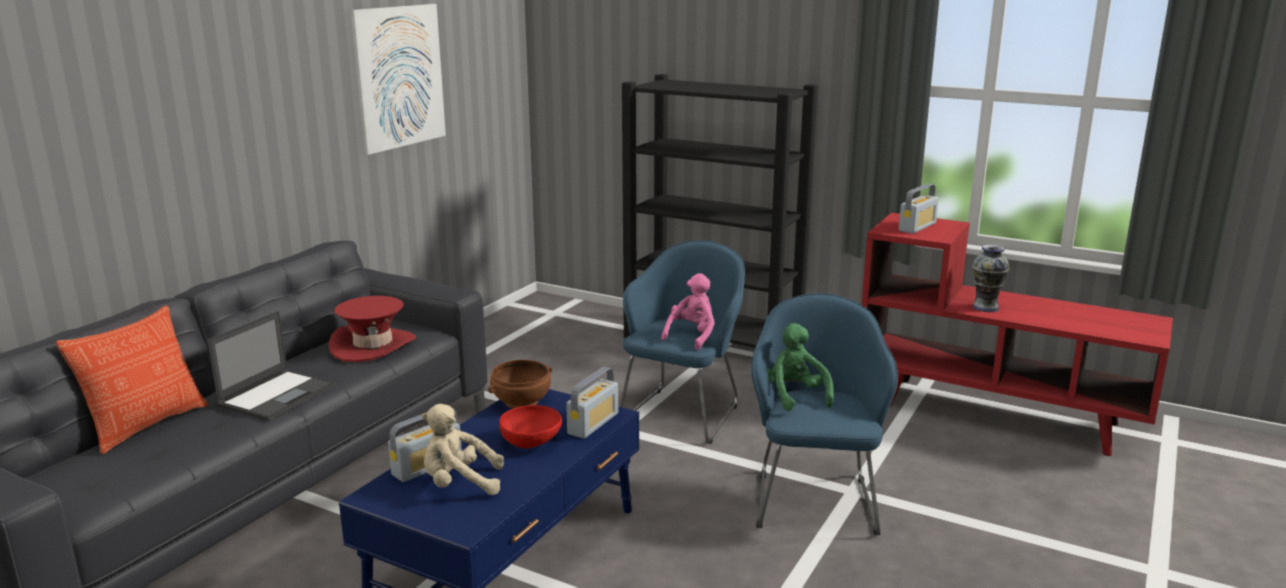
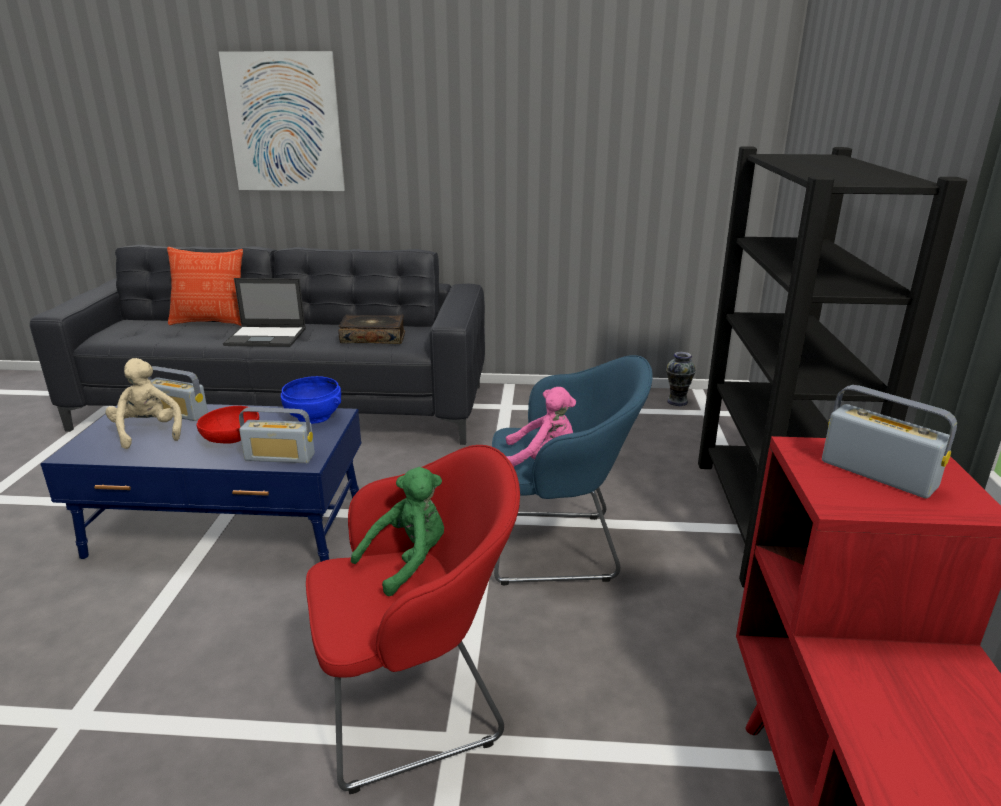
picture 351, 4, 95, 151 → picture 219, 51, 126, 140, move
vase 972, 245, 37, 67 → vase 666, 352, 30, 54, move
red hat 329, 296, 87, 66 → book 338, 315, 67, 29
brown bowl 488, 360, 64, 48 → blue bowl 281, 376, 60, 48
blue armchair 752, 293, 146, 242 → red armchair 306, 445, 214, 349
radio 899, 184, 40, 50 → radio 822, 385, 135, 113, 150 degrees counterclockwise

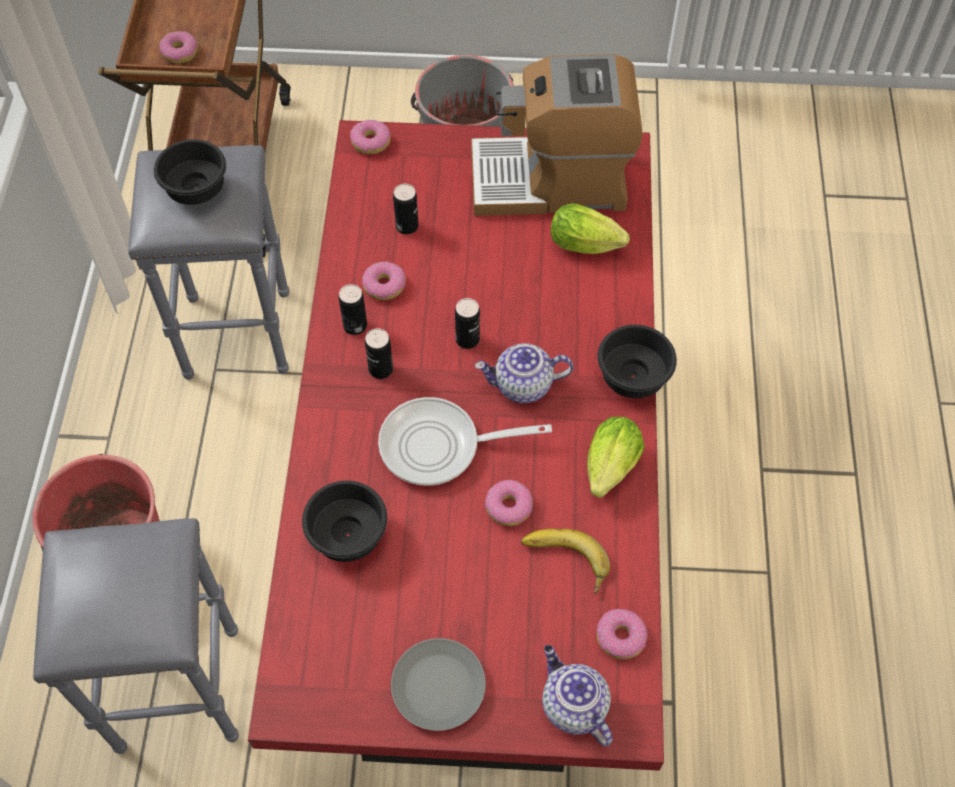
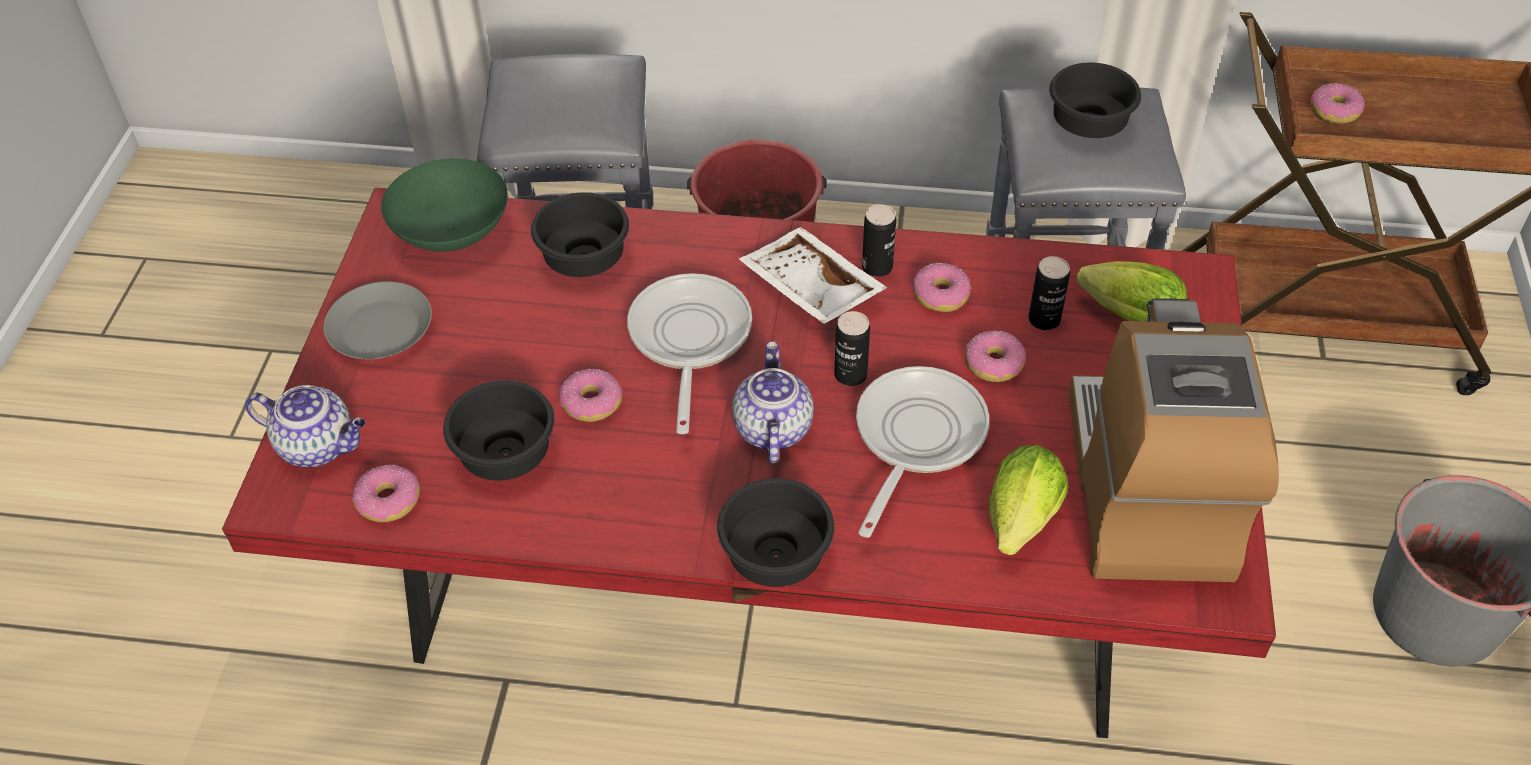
- → green bowl 381, 158, 127, 94
- → frying pan 856, 366, 133, 172
donut 350, 120, 41, 34 → donut 965, 331, 61, 51, move
lettuce 587, 417, 58, 81 → lettuce 1076, 261, 111, 60, move
can 365, 328, 28, 51 → white tray 739, 227, 149, 97
banana 521, 528, 89, 66 → black bowl 443, 380, 111, 101
teapot 542, 645, 71, 101 → teapot 245, 385, 121, 82, 45 degrees clockwise

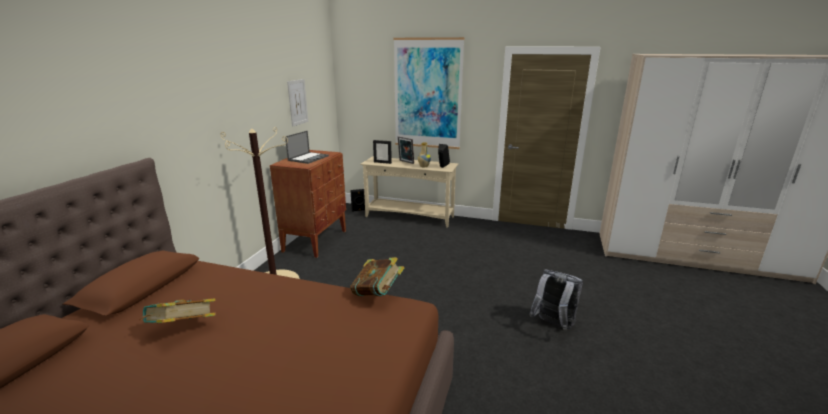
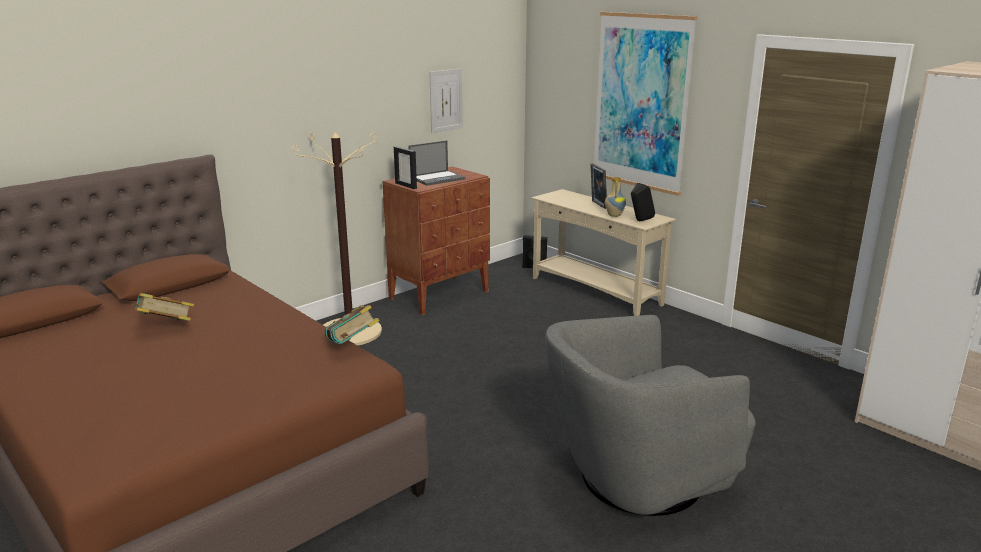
picture frame 373, 140, 19, 24 → picture frame 394, 146, 23, 43, move
grey backpack 529, 269, 54, 61 → grey armchair 545, 315, 211, 201

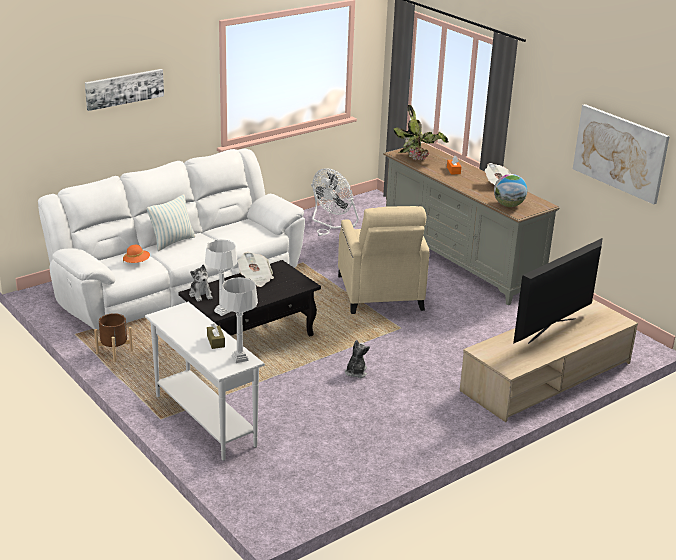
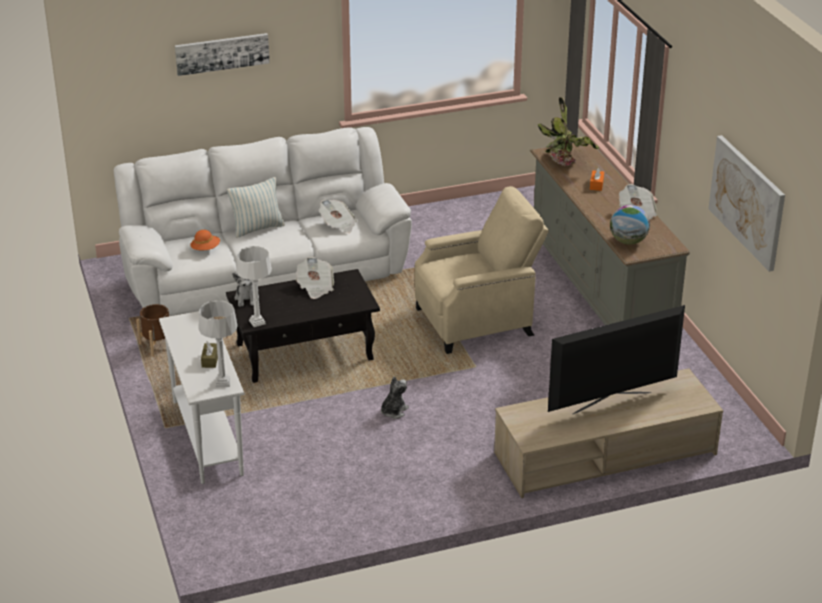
white fan 311, 168, 48, 68 → -
- → newspaper 319, 199, 38, 34
beige armchair 338, 206, 92, 108 → beige armchair 415, 186, 134, 168, 120 degrees counterclockwise

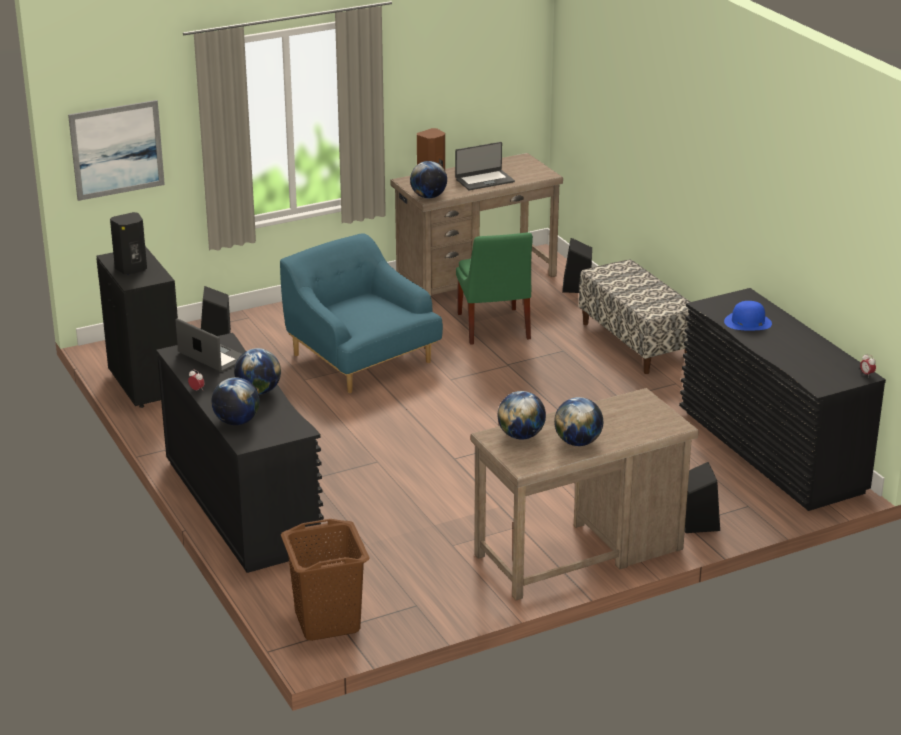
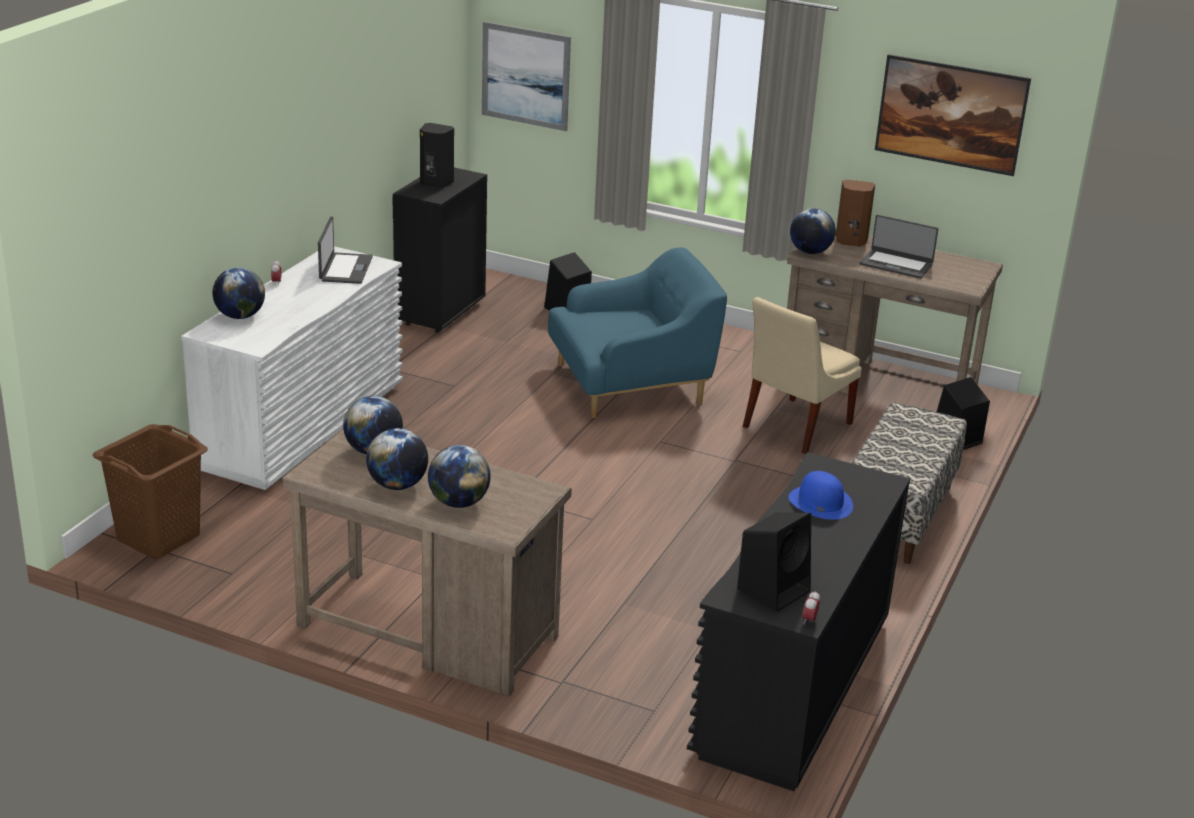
- → picture 875, 54, 156, 122
globe 234, 348, 47, 47 → globe 428, 445, 63, 63, move
black speaker 685, 462, 35, 71 → black speaker 737, 512, 74, 100, move
black dresser 156, 333, 168, 240 → white dresser 181, 246, 222, 244
green chair 456, 232, 77, 113 → beige chair 743, 297, 119, 157
blue armchair 280, 233, 163, 160 → blue armchair 548, 247, 179, 171, 60 degrees clockwise

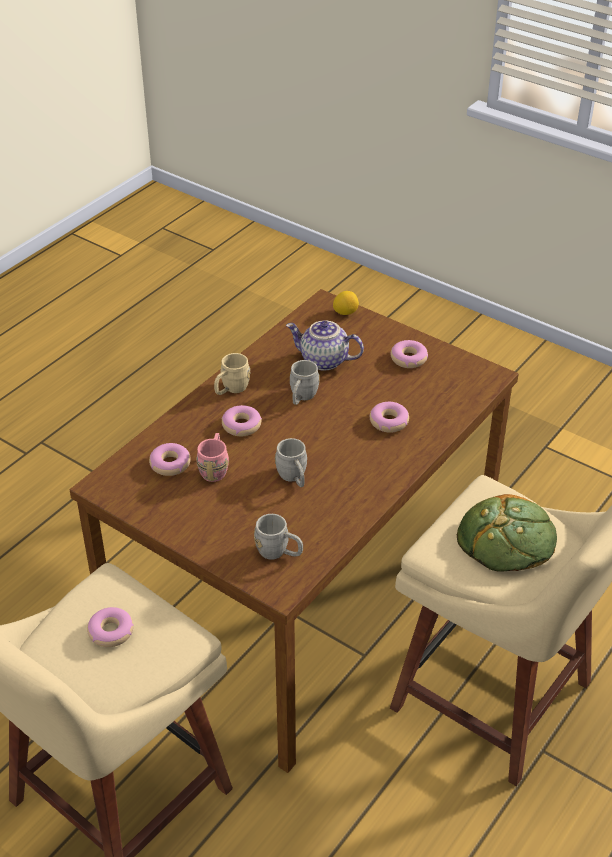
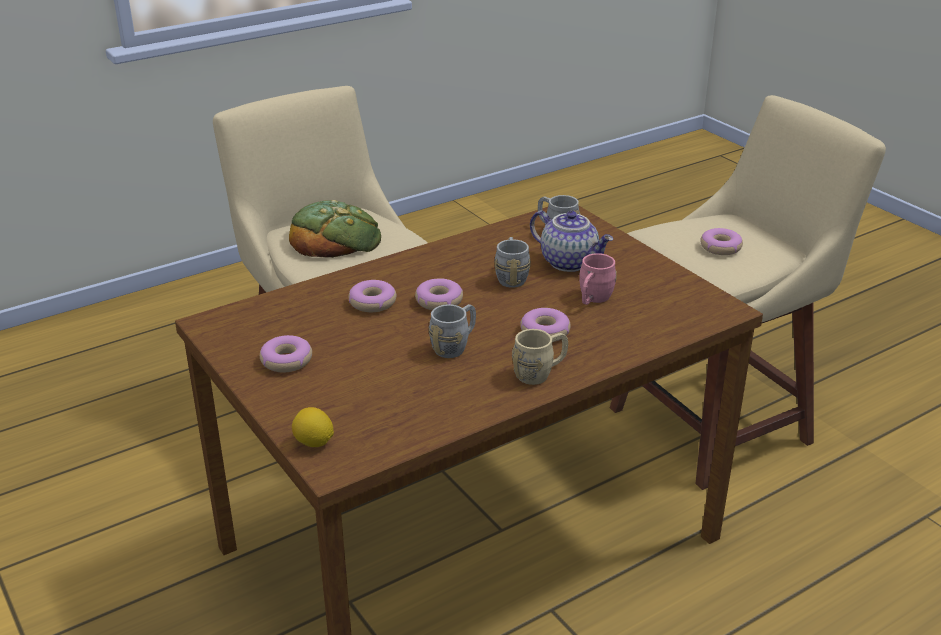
donut 149, 443, 42, 33 → donut 415, 278, 48, 32, move
teapot 286, 321, 78, 50 → teapot 530, 211, 83, 61, move

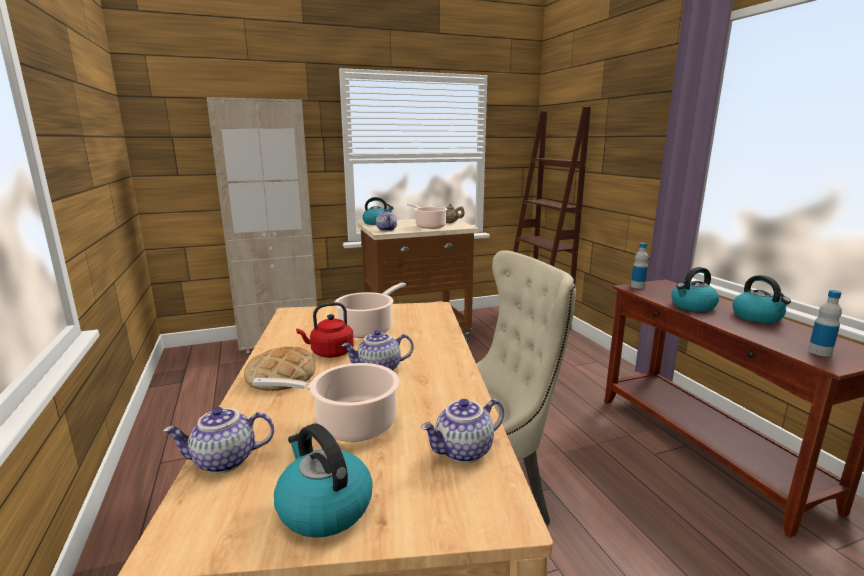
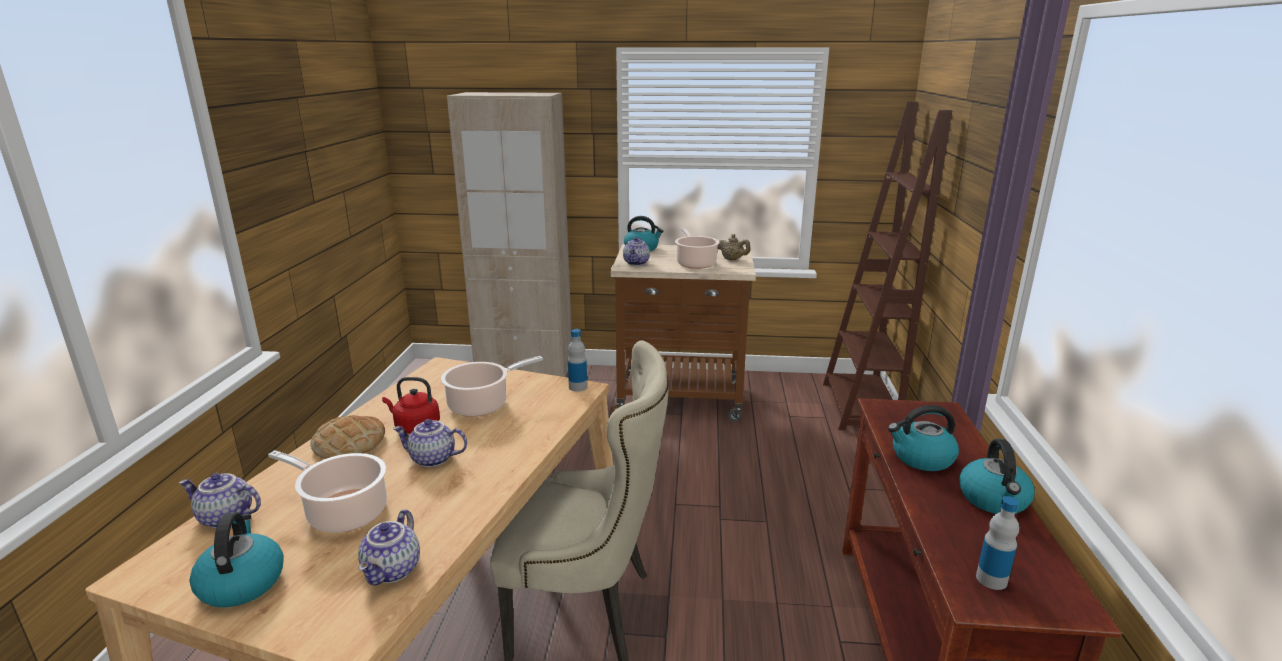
bottle 631, 243, 17, 46 → bottle 568, 329, 19, 63, move
teapot 421, 399, 83, 64 → teapot 358, 509, 62, 76, 75 degrees counterclockwise

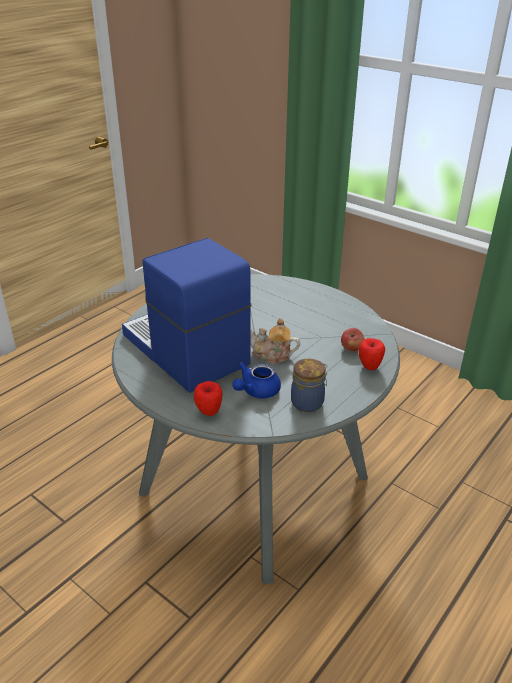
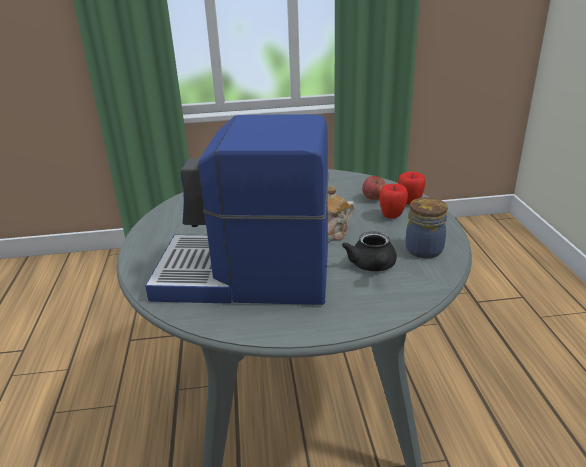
apple 194, 381, 29, 35 → apple 379, 184, 29, 35, move
blue teapot 232, 362, 49, 36 → black teapot 342, 231, 55, 40

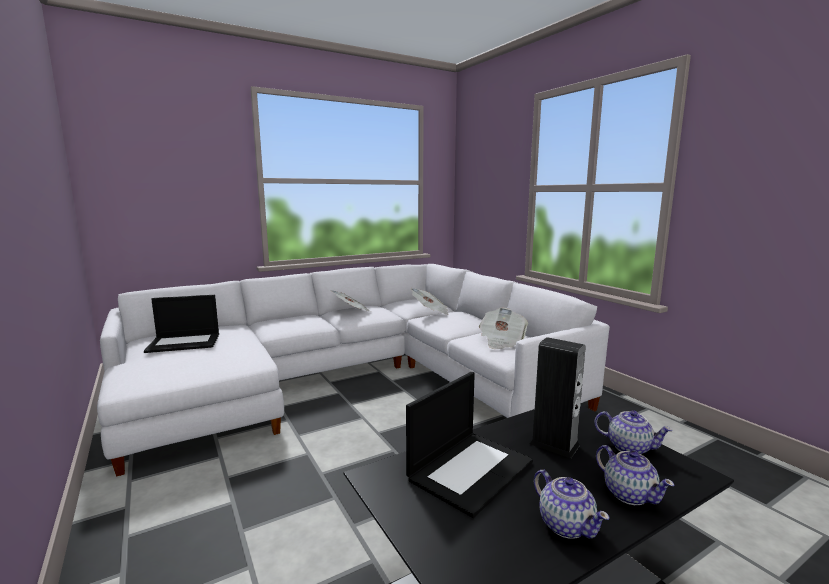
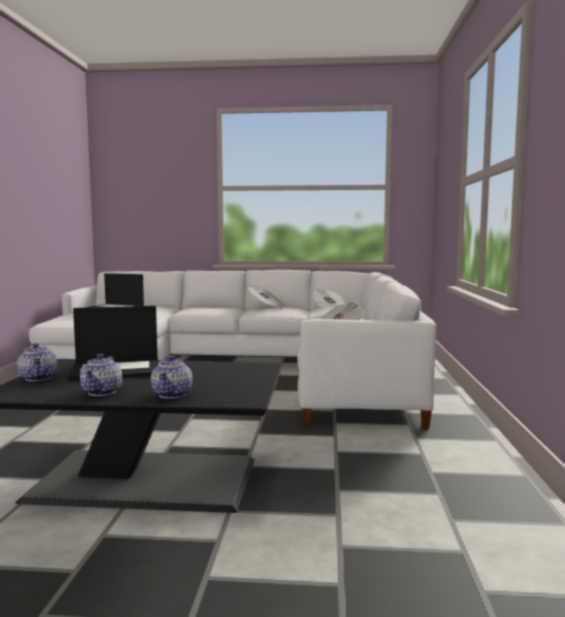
speaker 529, 337, 57, 121 → -
teapot 595, 410, 77, 44 → teapot 17, 343, 40, 38, move

